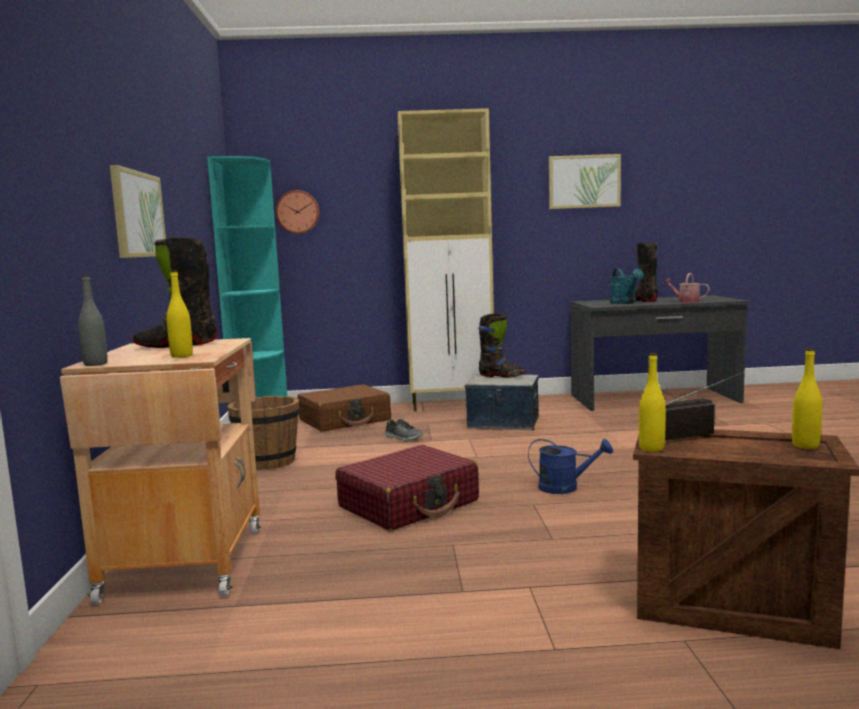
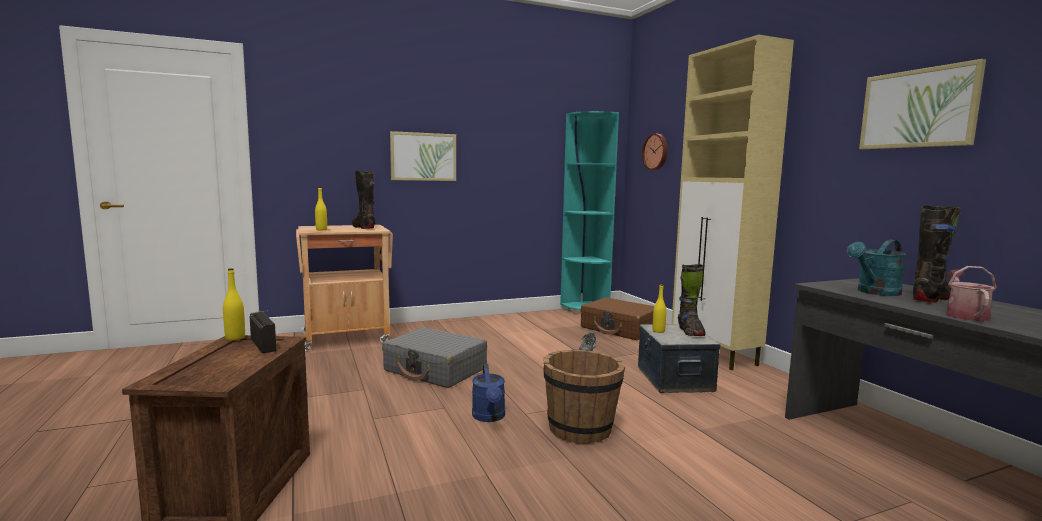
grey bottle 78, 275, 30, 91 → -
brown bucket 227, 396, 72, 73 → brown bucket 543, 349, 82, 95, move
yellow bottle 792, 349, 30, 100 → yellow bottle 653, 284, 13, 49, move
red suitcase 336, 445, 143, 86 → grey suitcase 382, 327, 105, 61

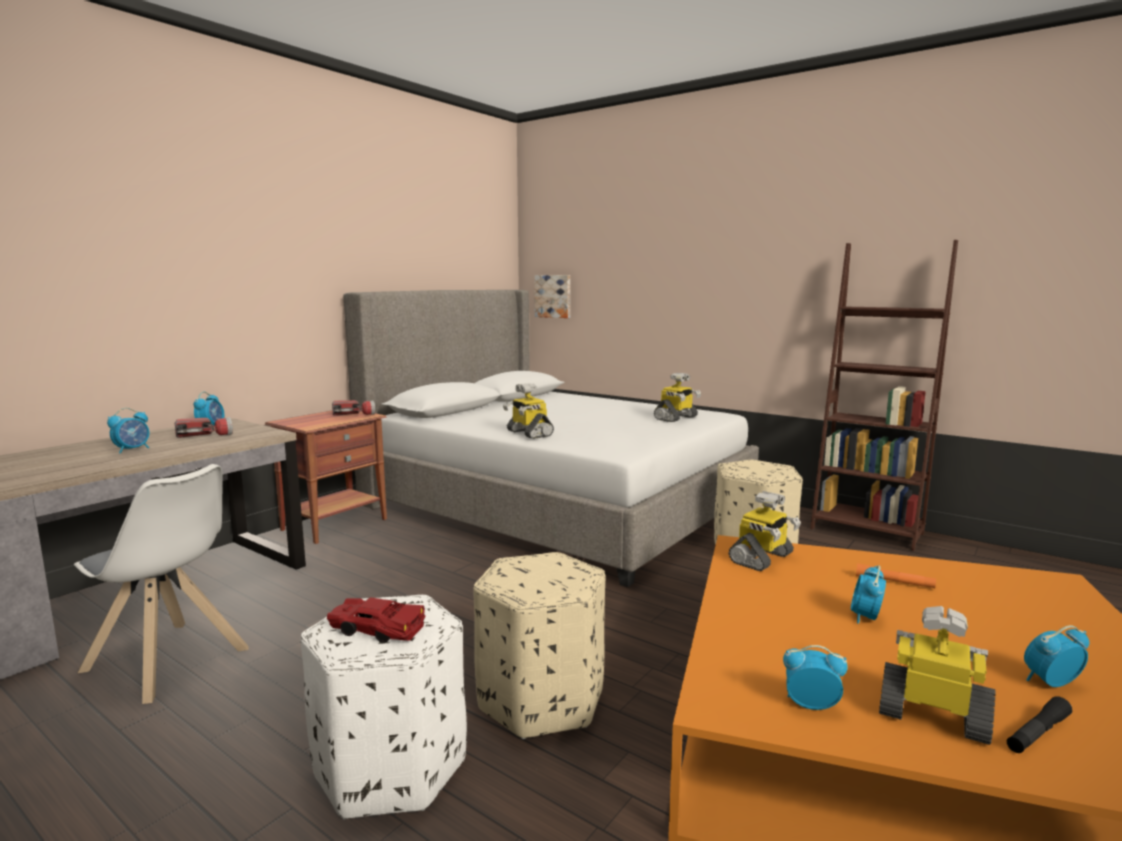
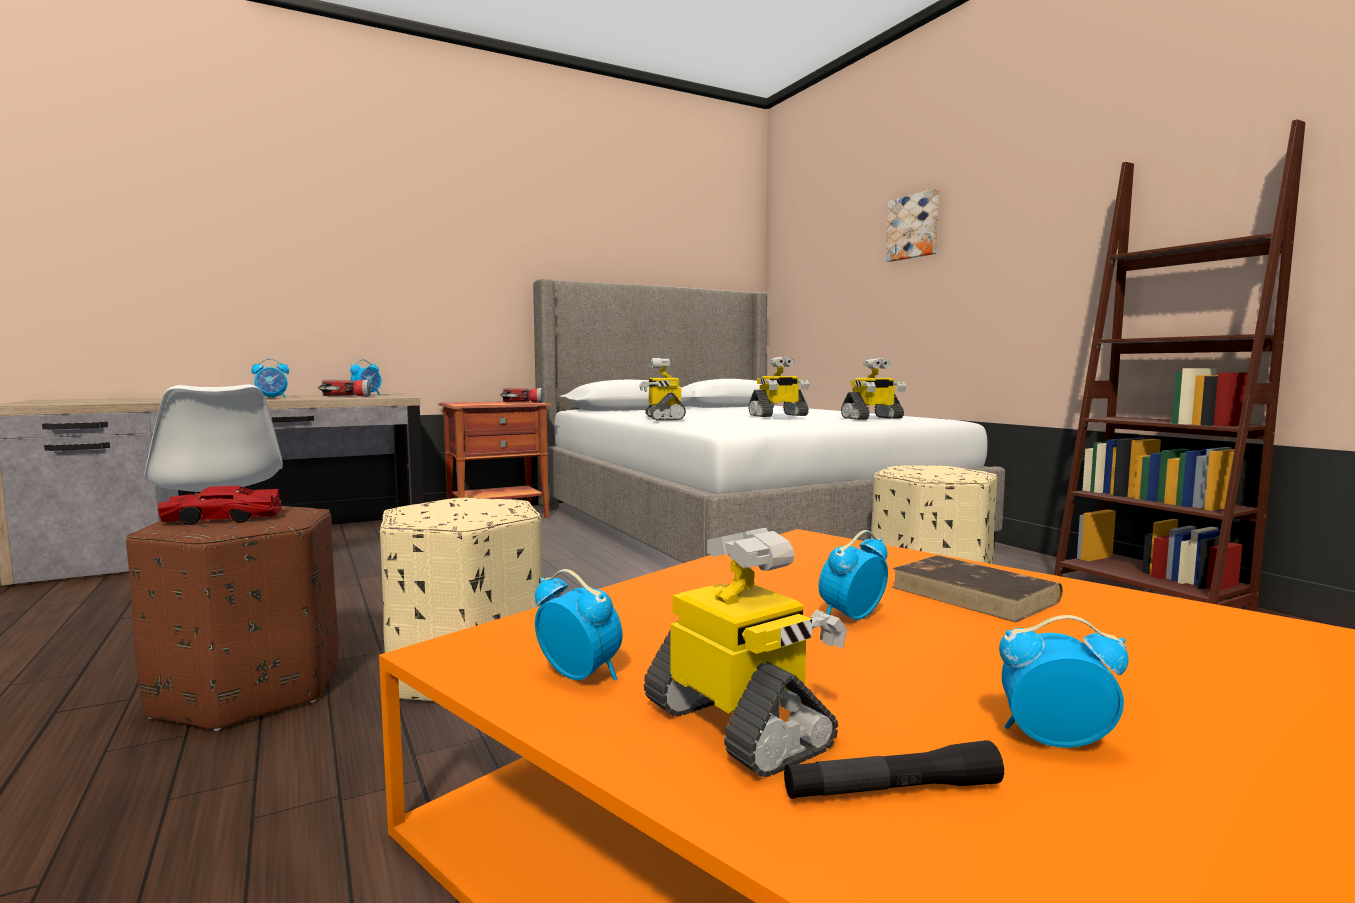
picture 534, 275, 36, 43 → picture 886, 189, 53, 73, move
toy robot 728, 491, 73, 80 → toy robot 748, 357, 61, 60, move
orange flashlight 856, 563, 80, 25 → brown book 892, 555, 171, 67
white ottoman 301, 595, 166, 225 → brown ottoman 126, 506, 212, 225
red toy car 327, 597, 99, 46 → red toy car 158, 486, 123, 39, 60 degrees counterclockwise

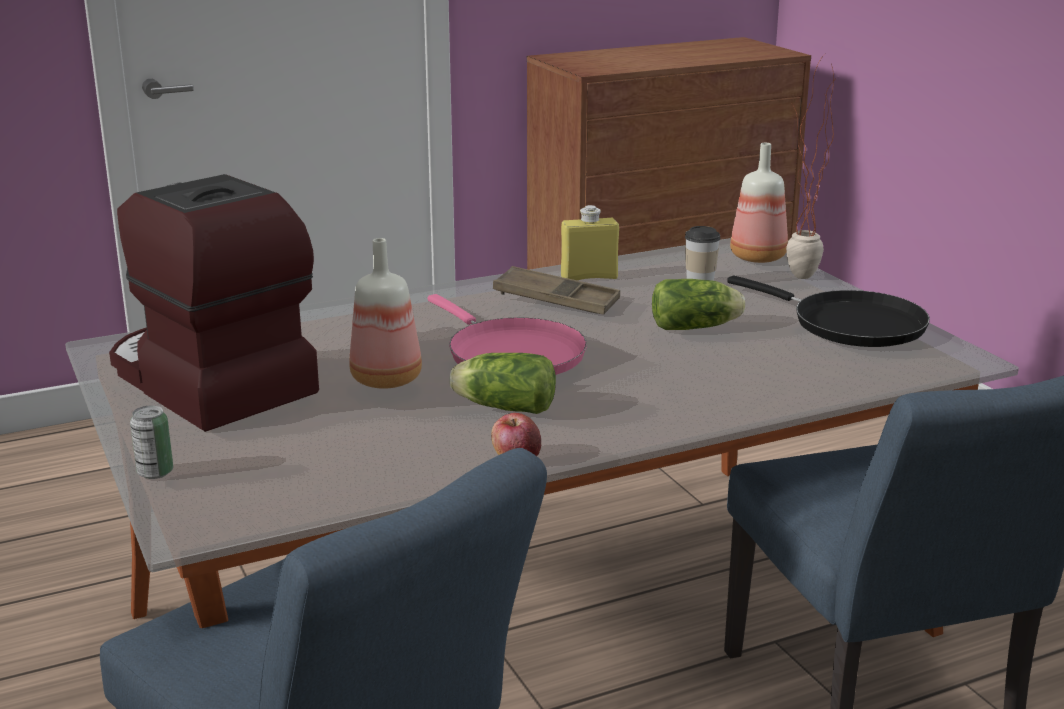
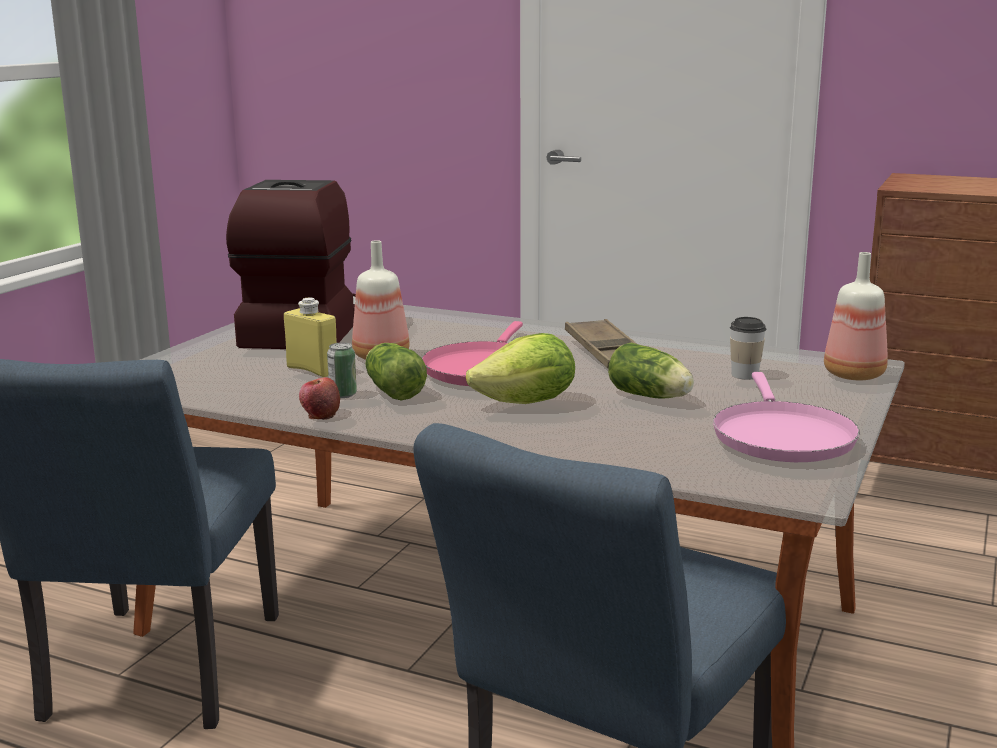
potted plant 786, 54, 51, 225 → -
- → lettuce 466, 333, 109, 71
can 130, 405, 43, 74 → can 327, 343, 30, 55, move
yellow bottle 561, 205, 58, 75 → yellow bottle 284, 298, 53, 79, move
black frying pan 727, 276, 203, 71 → pink frying pan 713, 372, 147, 90

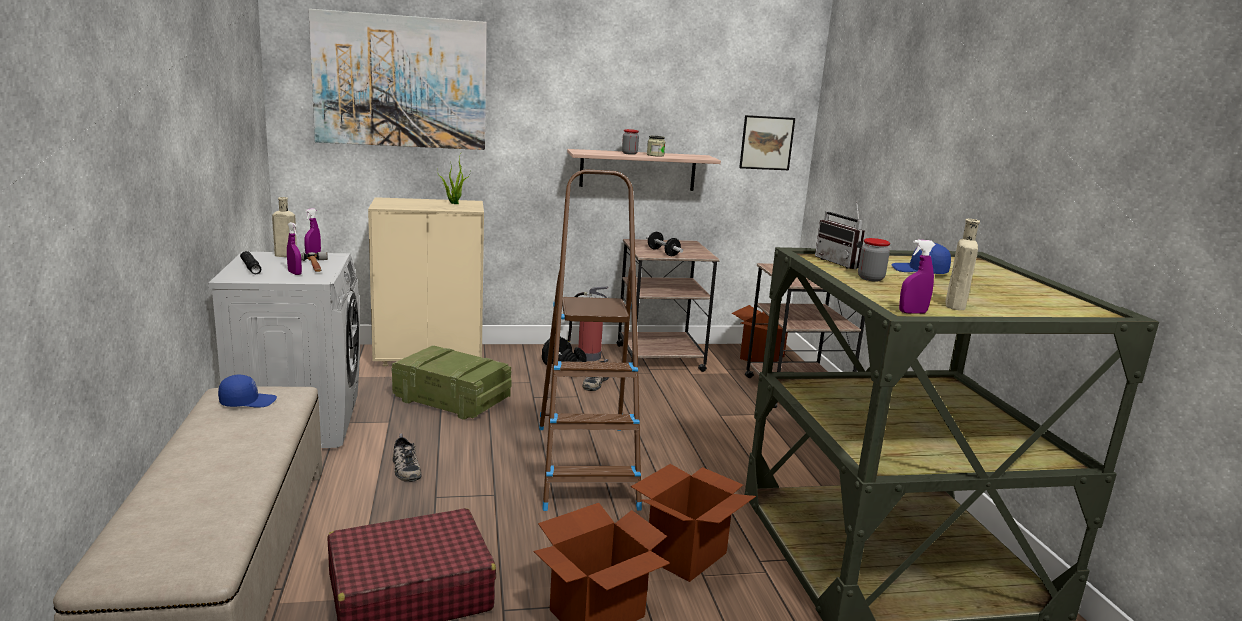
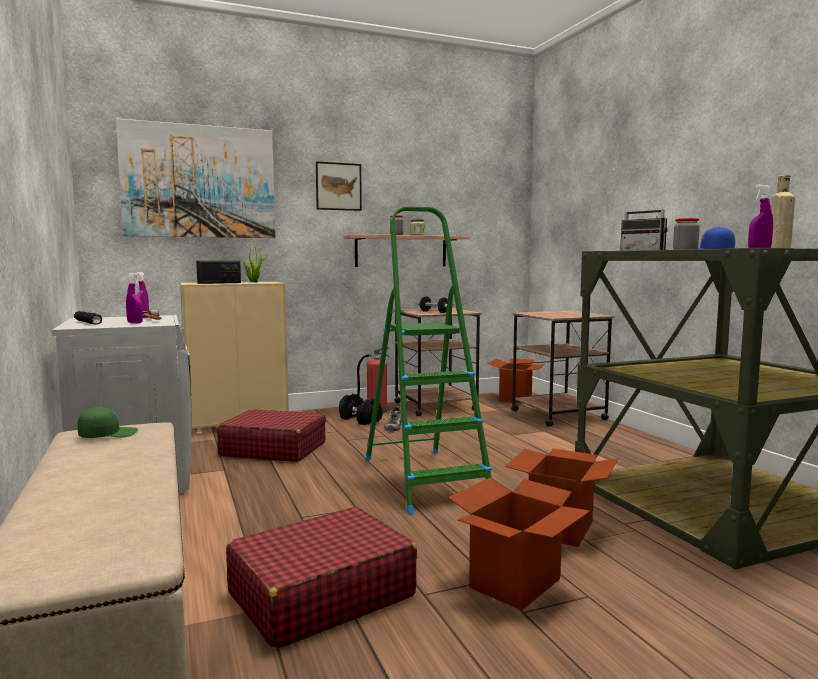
beige bottle 272, 197, 25, 60 → -
shoe 393, 434, 28, 48 → -
- → radio 196, 261, 45, 23
picture 739, 115, 56, 55 → picture 316, 161, 46, 50, move
crate 392, 345, 120, 75 → red suitcase 217, 409, 109, 53
blue cap 218, 375, 59, 33 → green cap 77, 407, 61, 31
brown step ladder 539, 170, 103, 341 → green step ladder 366, 206, 126, 308

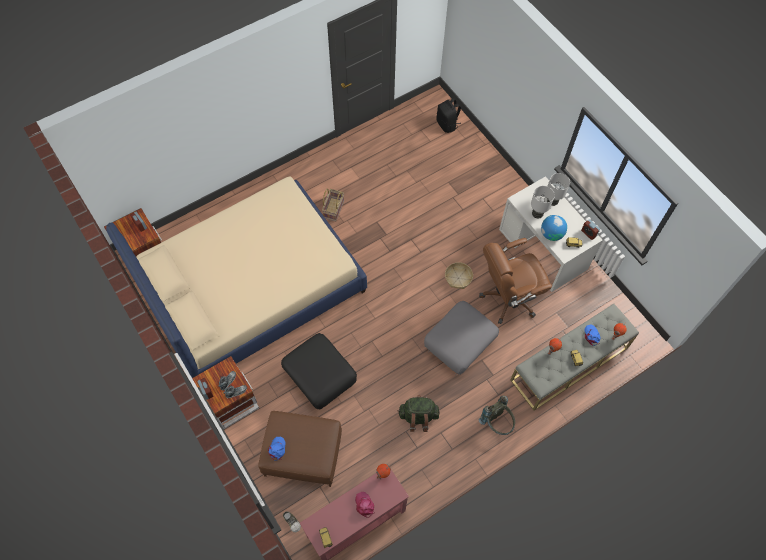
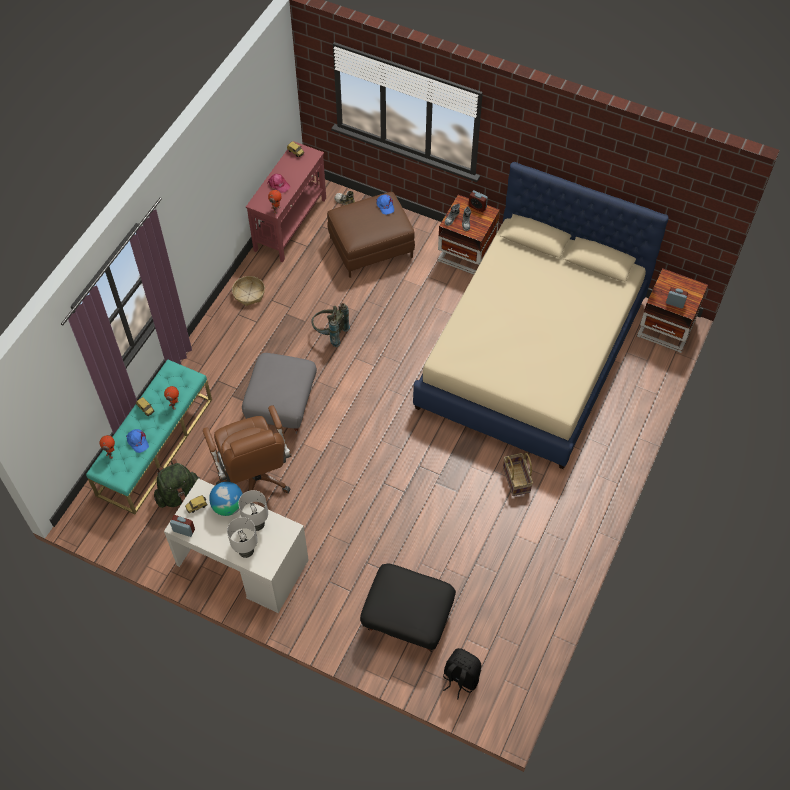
black ottoman 281, 333, 76, 77 → black ottoman 360, 563, 96, 89, move
green backpack 398, 395, 42, 37 → green backpack 154, 459, 47, 49, move
basket 445, 262, 28, 27 → basket 232, 276, 33, 30, move
grey backpack 479, 396, 36, 39 → grey backpack 311, 303, 39, 44, move
grey bench 510, 304, 129, 107 → turquoise bench 86, 359, 126, 155
brown office chair 479, 238, 73, 86 → brown office chair 203, 405, 89, 88, 120 degrees clockwise

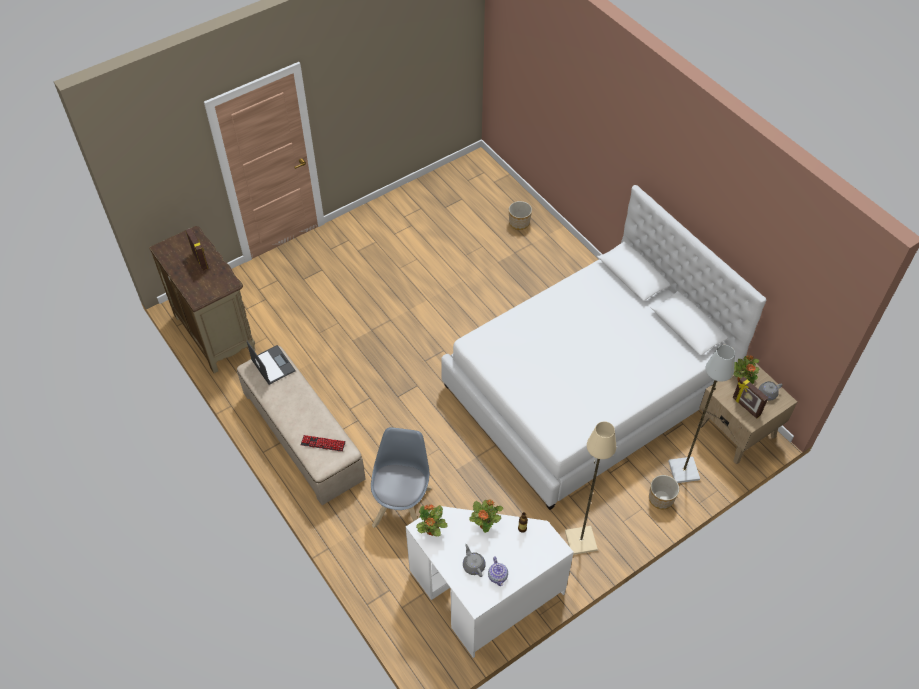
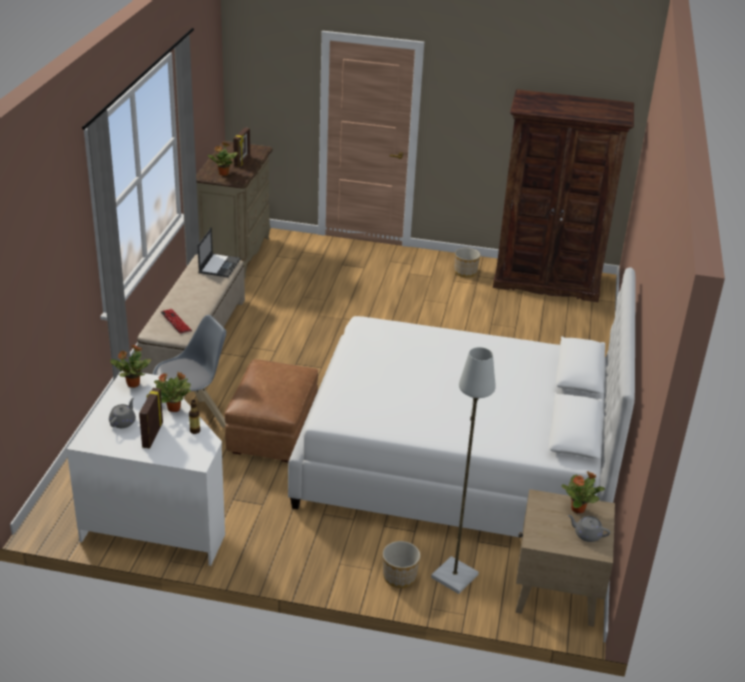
teapot 488, 557, 20, 29 → -
beige floor lamp 565, 421, 51, 134 → -
- → potted plant 208, 142, 29, 34
- → brown ottoman 224, 359, 94, 103
- → brown wardrobe 493, 89, 141, 213
planter 509, 201, 23, 29 → planter 455, 248, 25, 30, move
picture frame 733, 376, 35, 43 → picture frame 139, 388, 24, 61, move

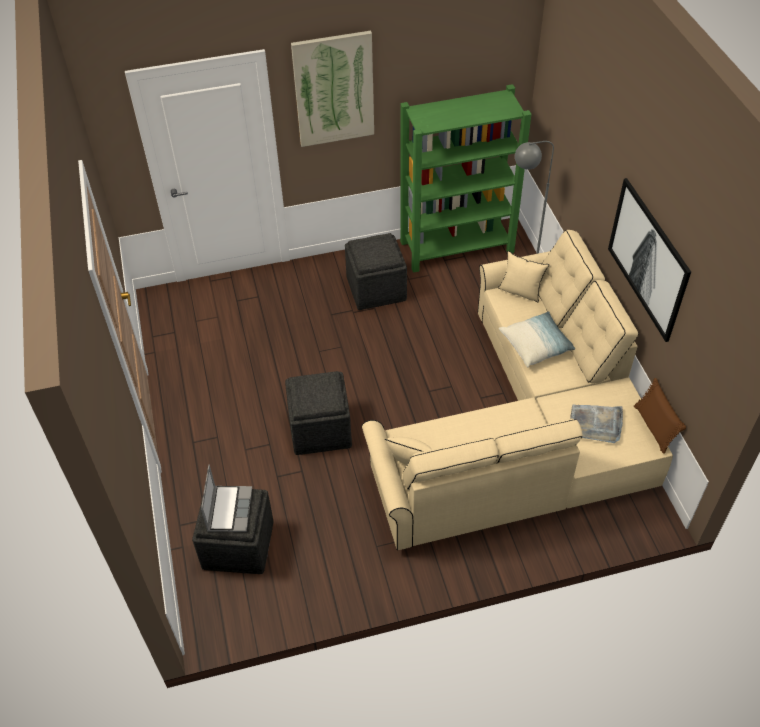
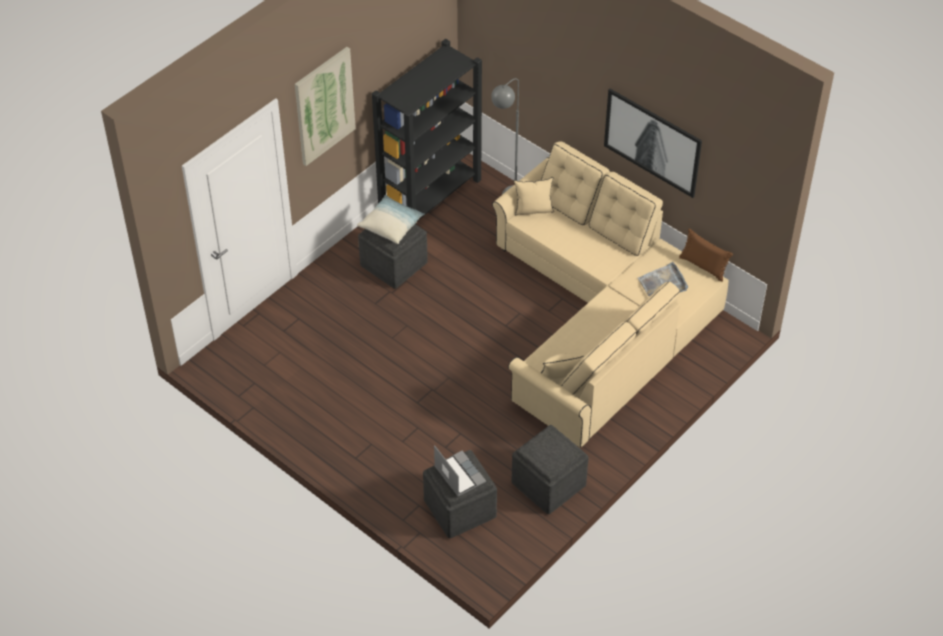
grey ottoman 285, 371, 67, 84 → grey ottoman 512, 425, 76, 89, move
pillow 499, 311, 76, 56 → pillow 357, 195, 68, 49, move
green bookcase 400, 84, 131, 188 → black bookcase 372, 39, 110, 186

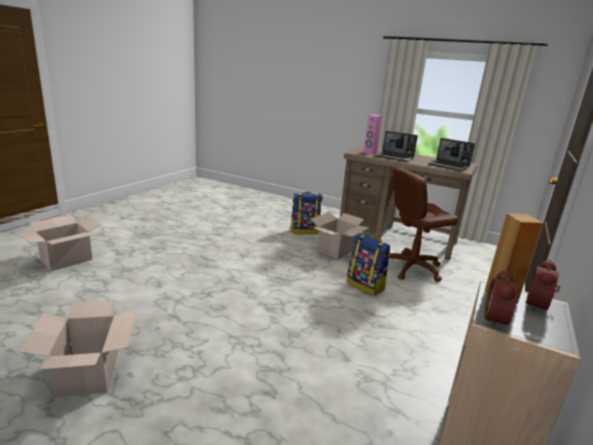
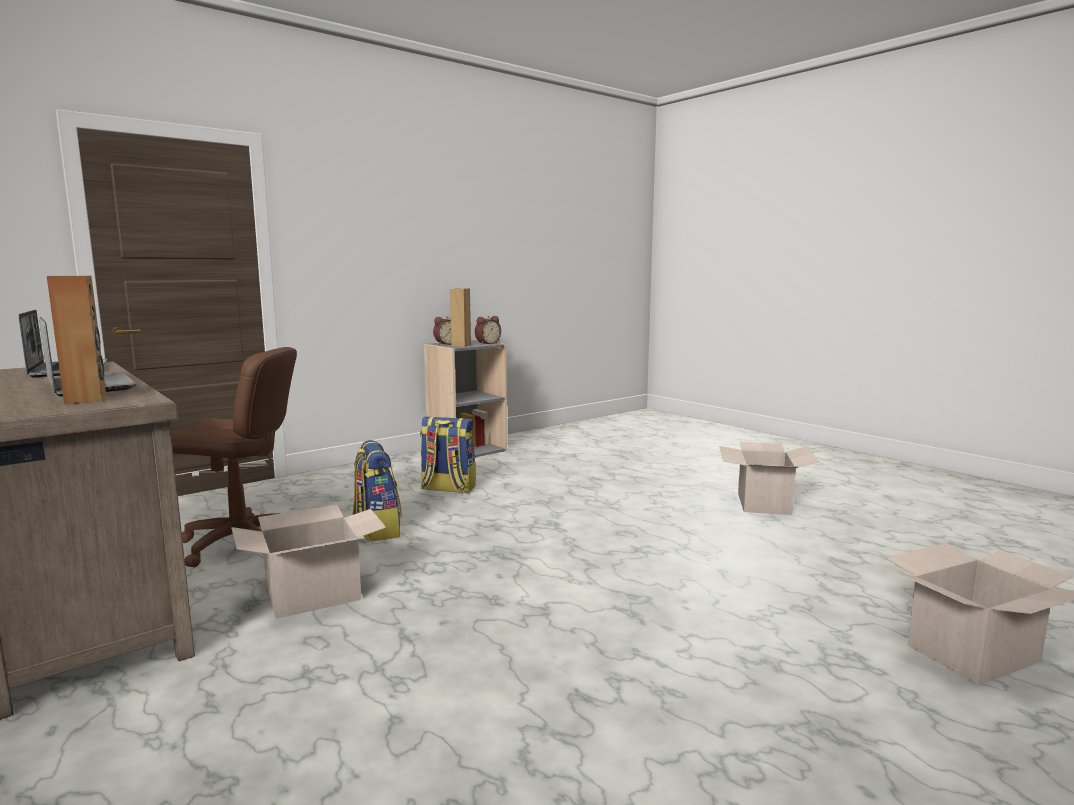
backpack 290, 192, 32, 42 → backpack 420, 416, 56, 77, move
pink speaker 364, 115, 18, 39 → brown speaker 47, 276, 59, 128

